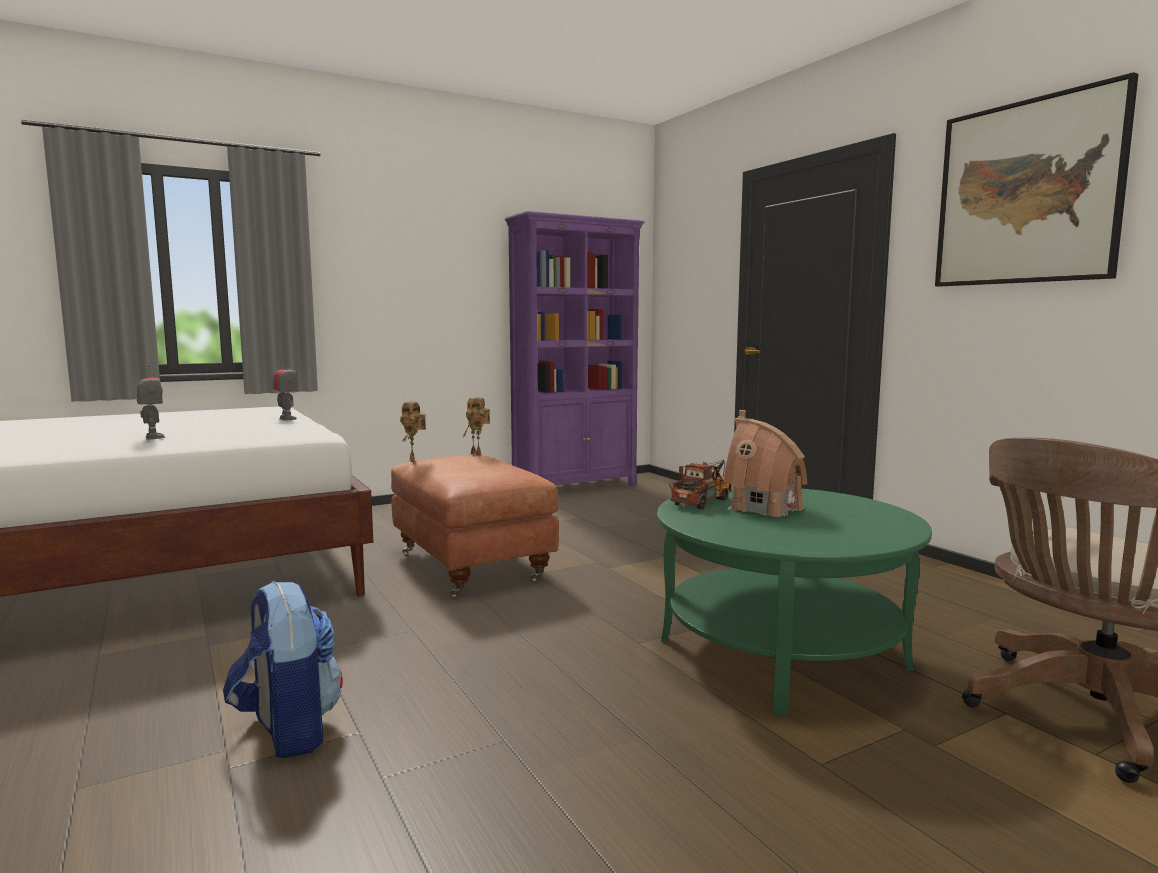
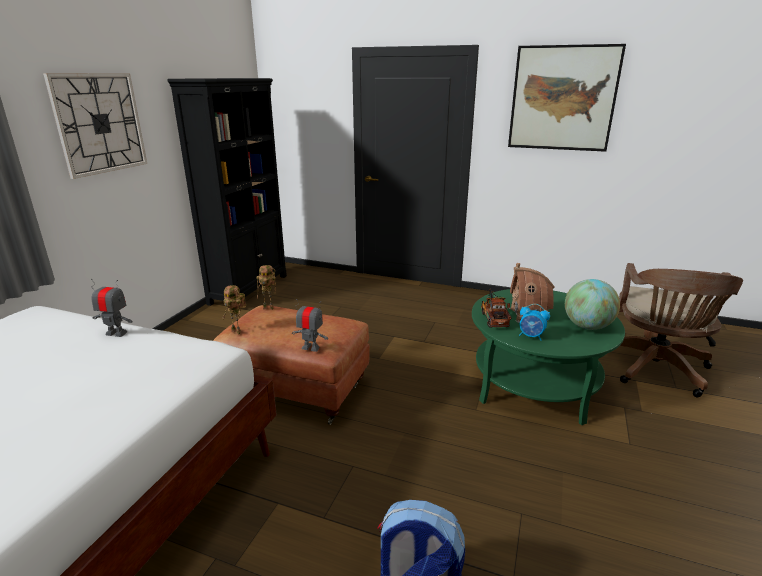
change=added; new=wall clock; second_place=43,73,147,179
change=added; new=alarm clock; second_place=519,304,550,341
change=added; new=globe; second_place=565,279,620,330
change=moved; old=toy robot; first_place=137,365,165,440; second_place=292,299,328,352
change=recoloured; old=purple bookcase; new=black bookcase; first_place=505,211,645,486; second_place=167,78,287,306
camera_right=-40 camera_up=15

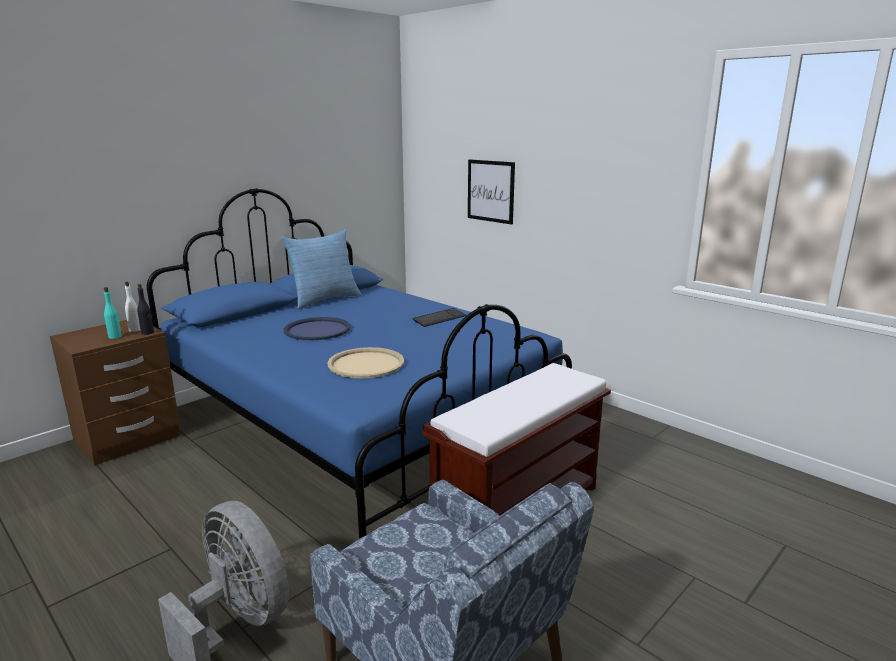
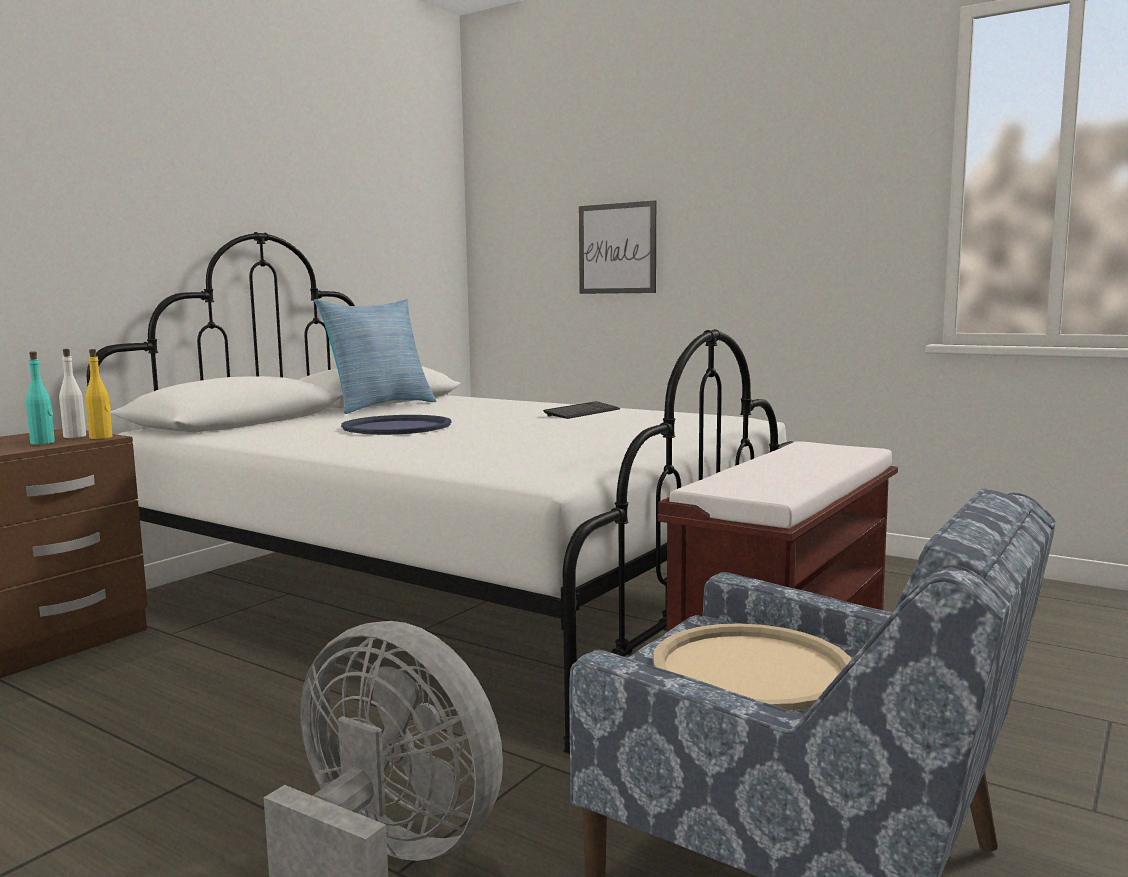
change=moved; old=beige tray; first_place=327,347,404,378; second_place=653,623,852,710
change=recoloured; old=black bottle; new=yellow bottle; first_place=137,284,154,335; second_place=85,349,112,439
change=recoloured; old=blue bed; new=white bed; first_place=147,188,572,539; second_place=87,232,793,755
camera_right=-10 camera_up=-10

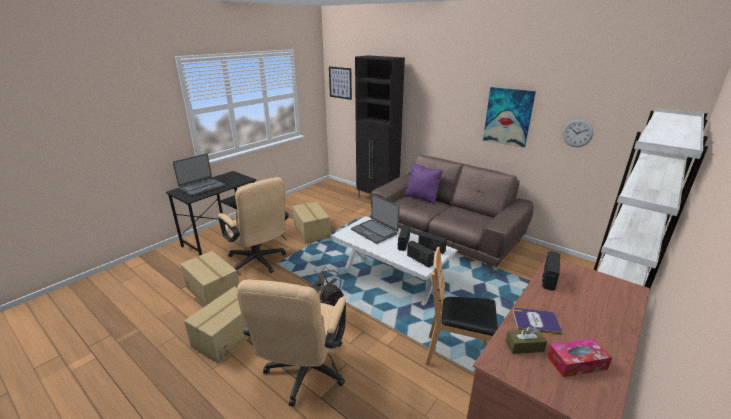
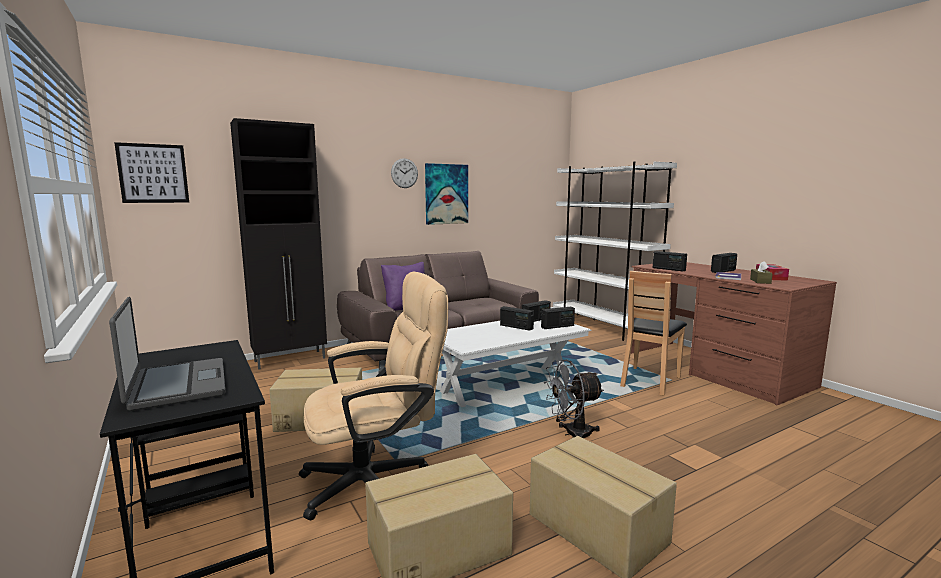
change=removed; old=beige office chair; first_place=237,279,346,407
change=removed; old=laptop; first_place=351,194,400,244
change=added; new=radio; second_place=711,253,737,273
change=moved; old=wall clock; first_place=562,119,594,147; second_place=391,158,418,188
camera_right=-70 camera_up=-15

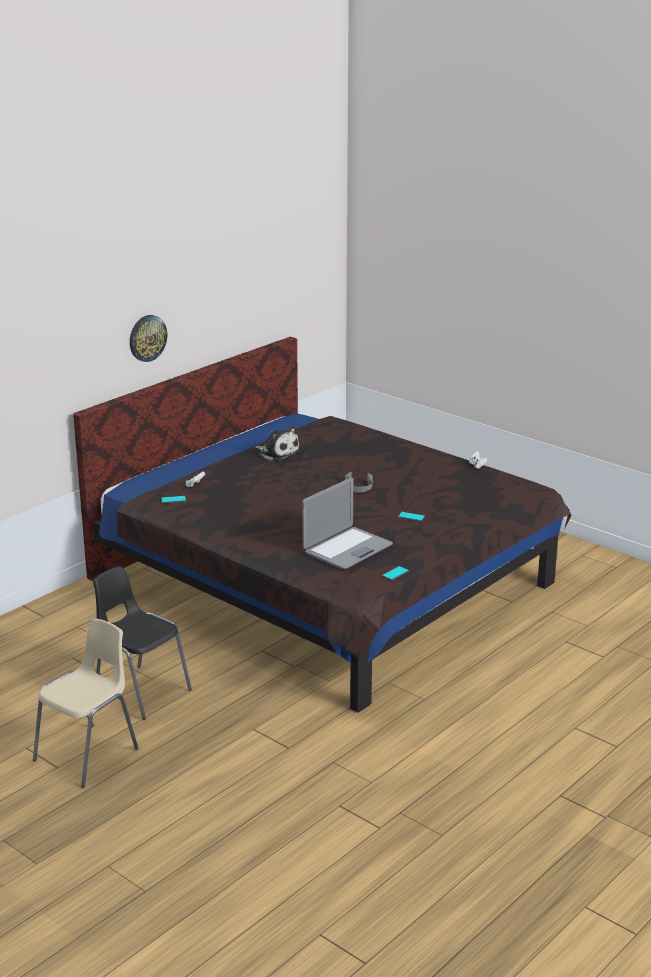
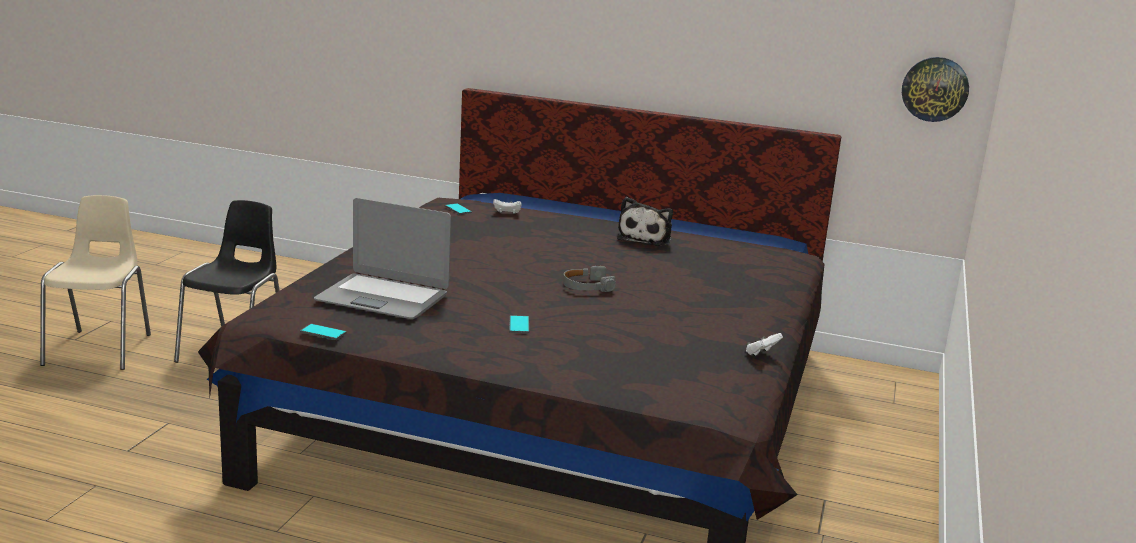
change=moved; old=wall clock; first_place=130,315,167,362; second_place=902,57,969,122
change=turned; old=beige chair; first_place=33,619,139,788; second_place=40,195,151,370; degrees=-105
camera_right=65 camera_up=-5

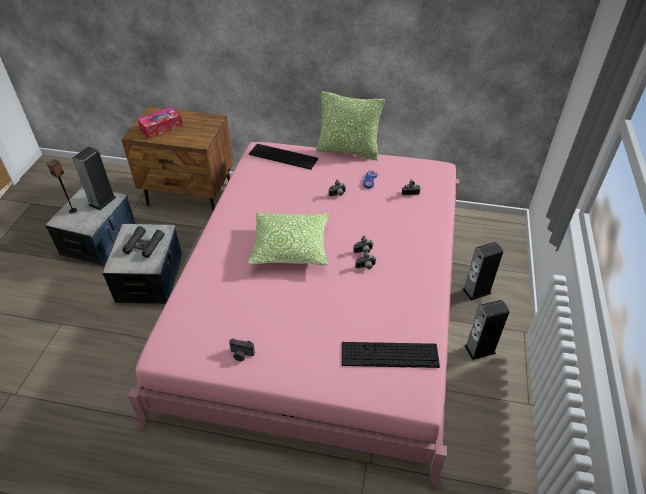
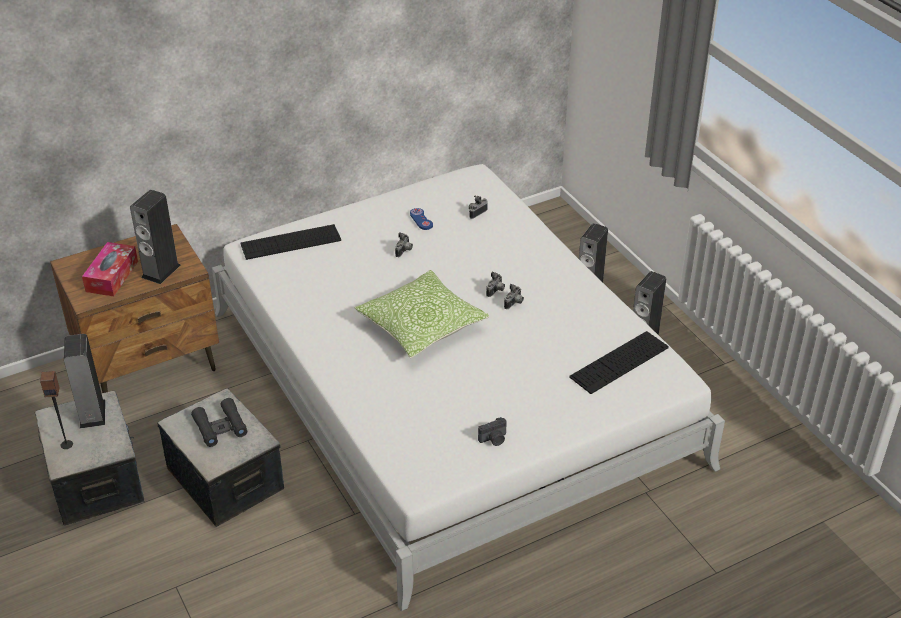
change=removed; old=pillow; first_place=316,91,385,160
change=added; new=speaker; second_place=130,189,180,284
change=recoloured; old=pink bed; new=white bed; first_place=127,142,459,486; second_place=212,164,725,611
camera_right=-40 camera_up=-5

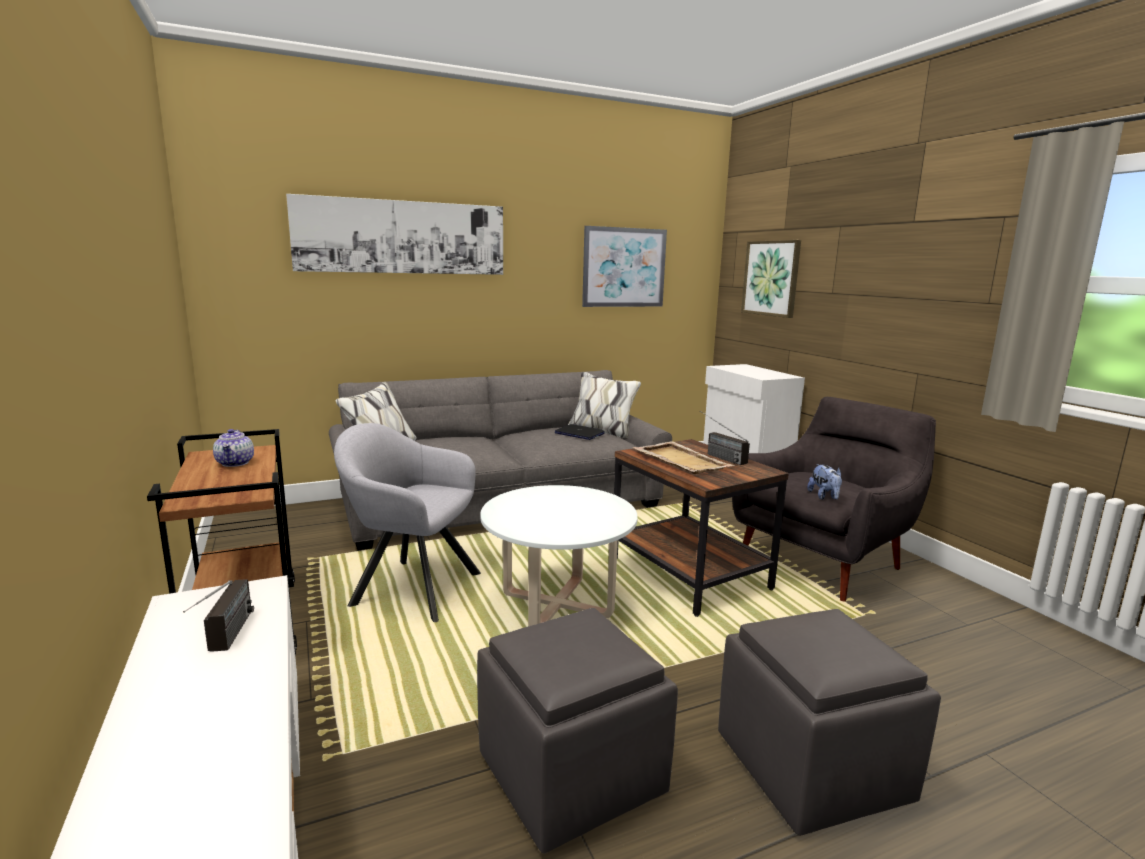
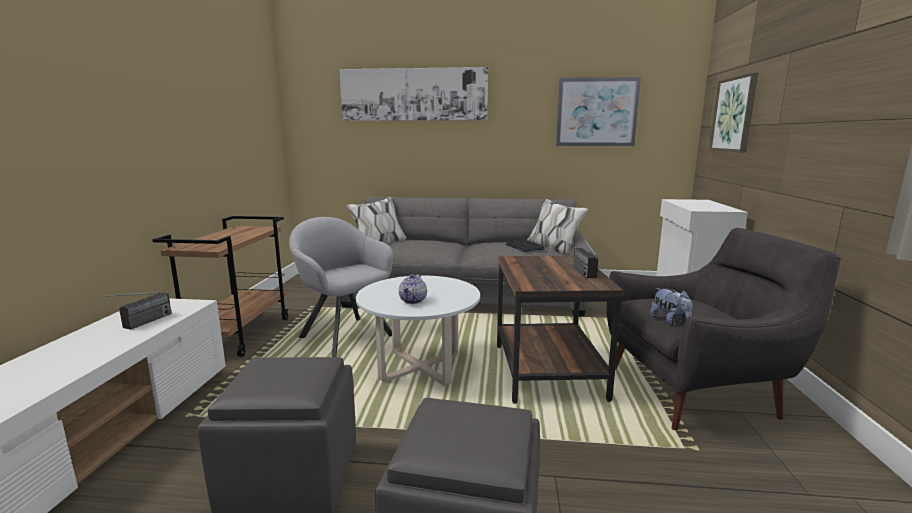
change=removed; old=beige tray; first_place=632,441,735,474
change=moved; old=teapot; first_place=213,429,254,467; second_place=399,274,427,304
change=turned; old=plush toy; first_place=807,464,842,500; second_place=650,288,692,325; degrees=-45
camera_right=30 camera_up=0

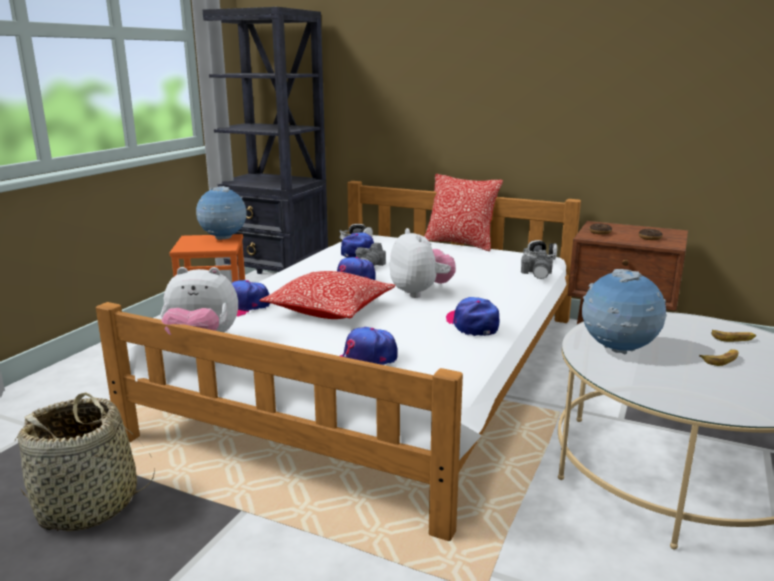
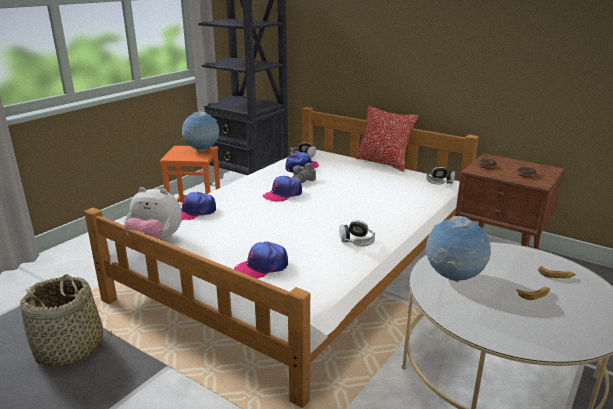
change=removed; old=pillow; first_place=260,271,396,319
change=removed; old=plush toy; first_place=390,228,456,298
change=removed; old=photo camera; first_place=521,250,554,279
change=replaced; old=cap; new=headphones; first_place=446,297,499,336; second_place=340,220,375,247
camera_right=10 camera_up=5

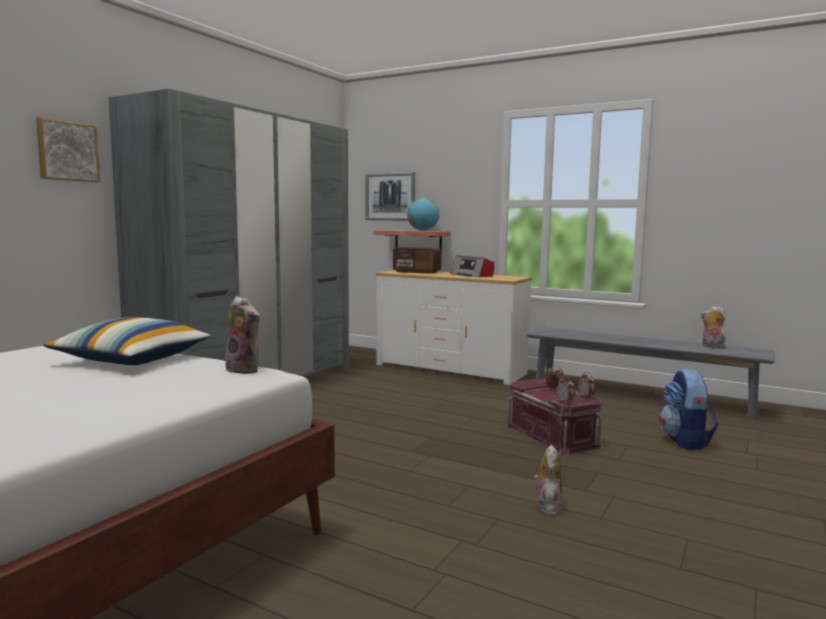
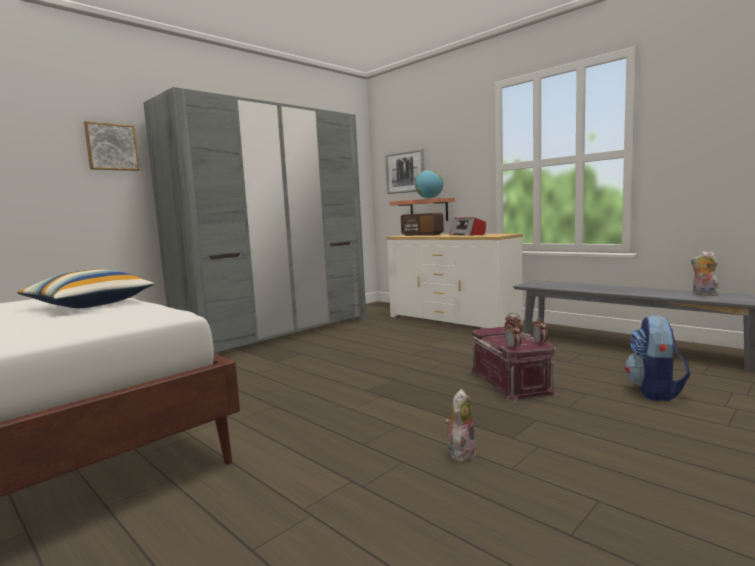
change=removed; old=plush toy; first_place=225,296,260,374
camera_right=15 camera_up=0

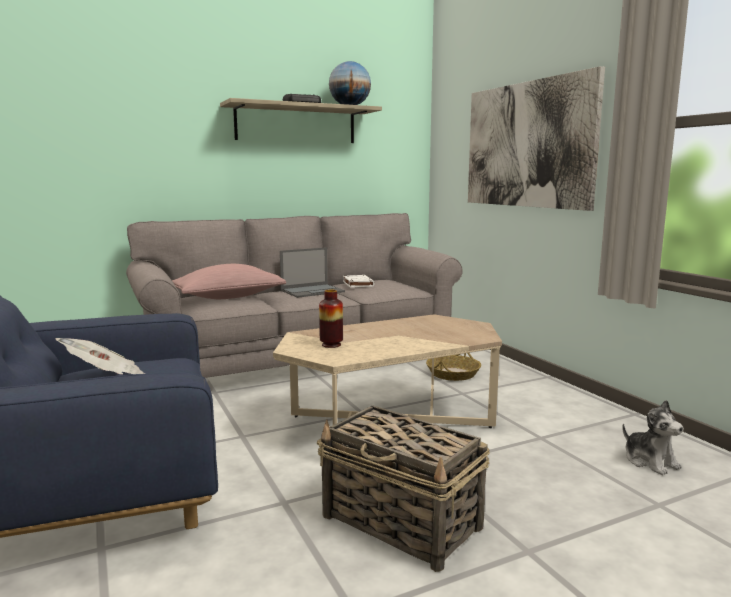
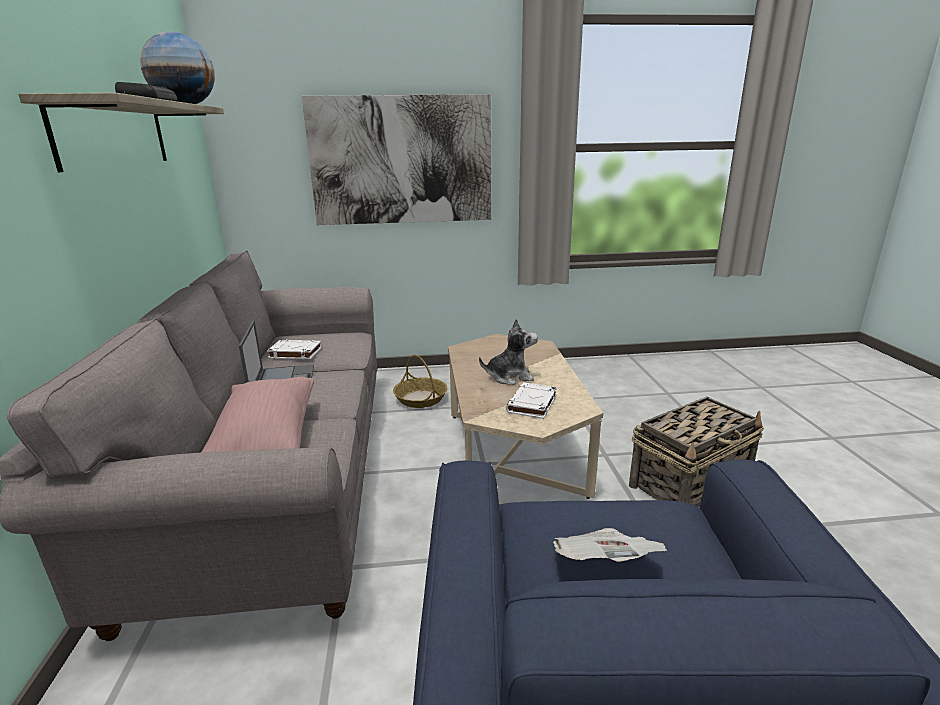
change=moved; old=plush toy; first_place=622,400,684,475; second_place=479,319,538,385
change=replaced; old=vase; new=white book; first_place=319,290,343,348; second_place=506,382,557,419
camera_right=-70 camera_up=10

